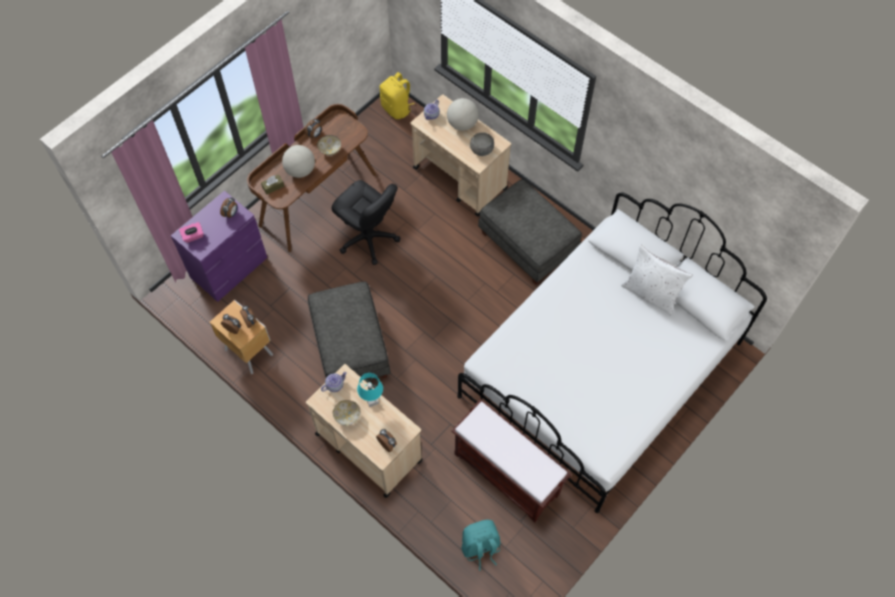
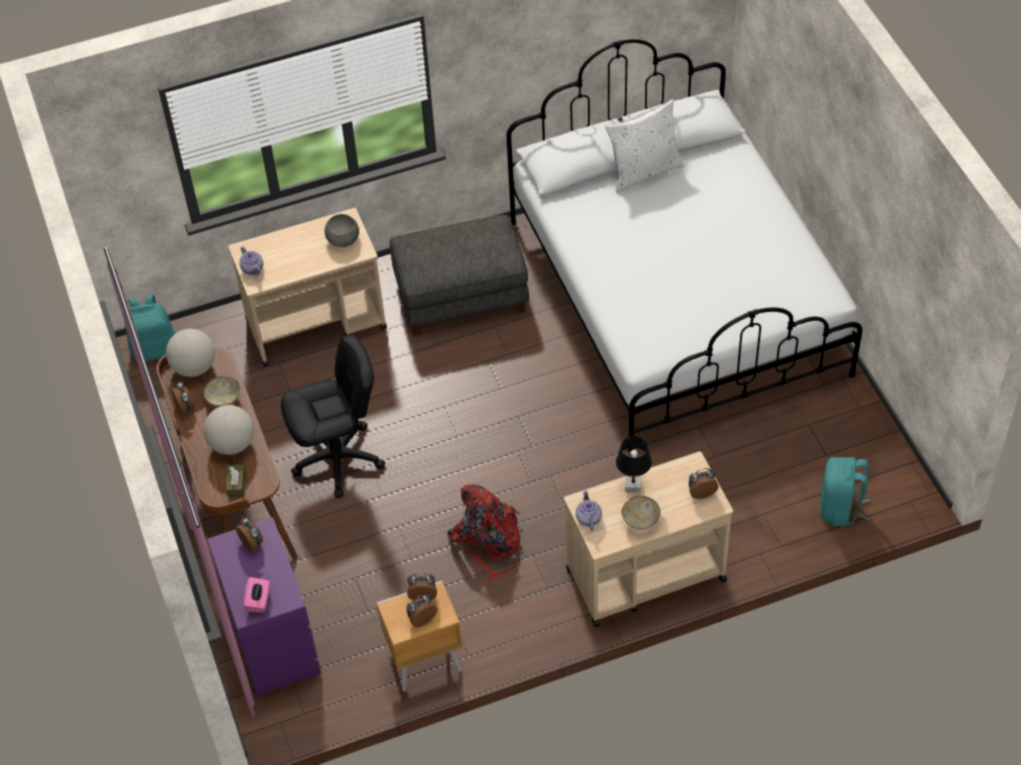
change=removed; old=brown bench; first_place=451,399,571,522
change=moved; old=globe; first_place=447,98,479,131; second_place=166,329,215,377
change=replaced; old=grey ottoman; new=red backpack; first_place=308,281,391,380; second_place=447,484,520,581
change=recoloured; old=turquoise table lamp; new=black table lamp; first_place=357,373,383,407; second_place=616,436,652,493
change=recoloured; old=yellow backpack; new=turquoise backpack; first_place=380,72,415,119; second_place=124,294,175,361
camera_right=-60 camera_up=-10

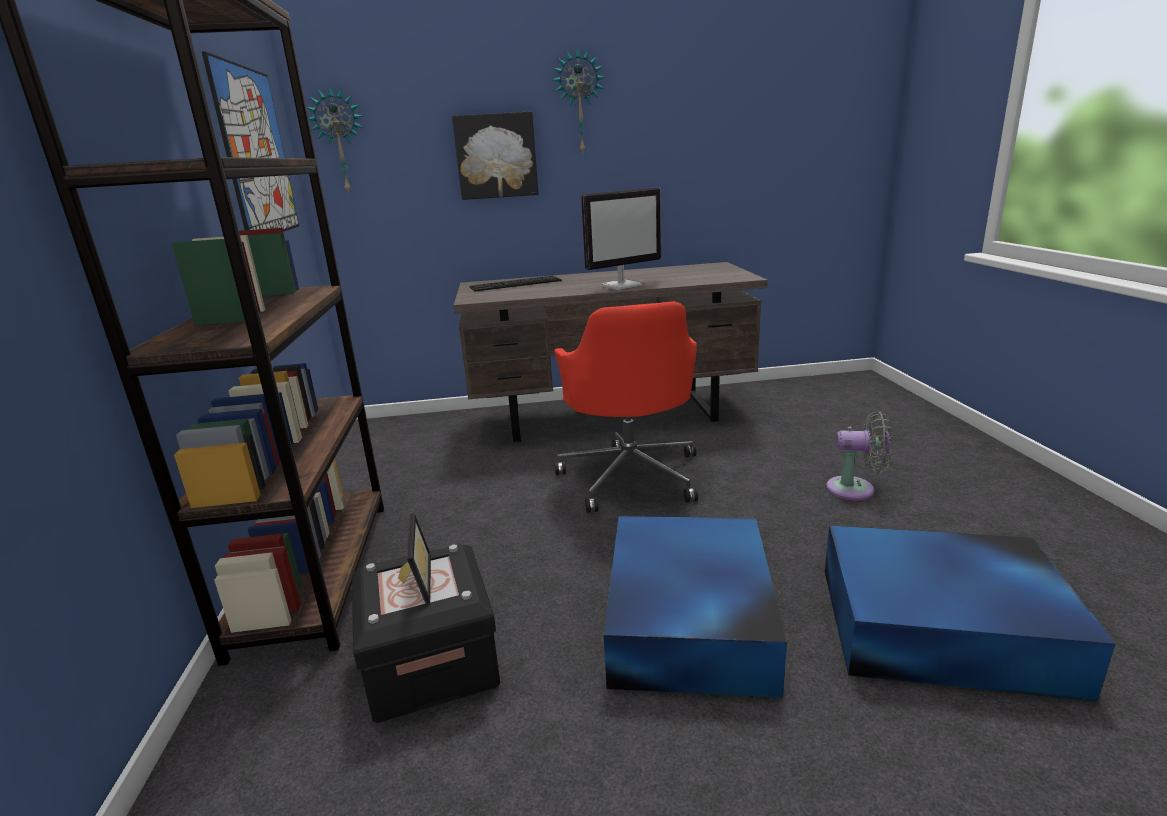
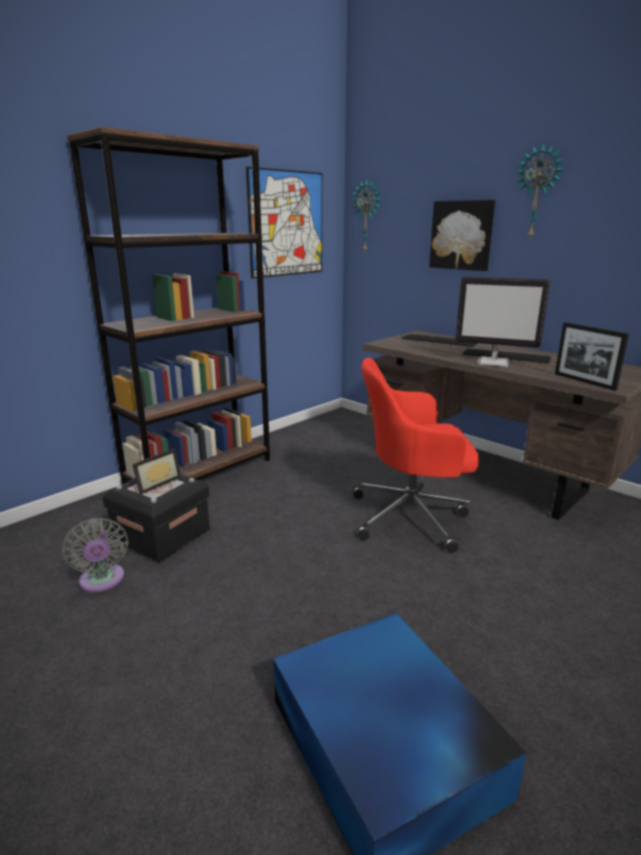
change=removed; old=blue storage box; first_place=604,516,787,698
change=added; new=keyboard; second_place=462,348,551,363
change=added; new=picture frame; second_place=555,322,629,391
change=moved; old=grey fan; first_place=826,411,892,500; second_place=62,518,128,592
change=turned; old=red office chair; first_place=554,301,698,513; second_place=353,358,480,553; degrees=45
camera_right=50 camera_up=0

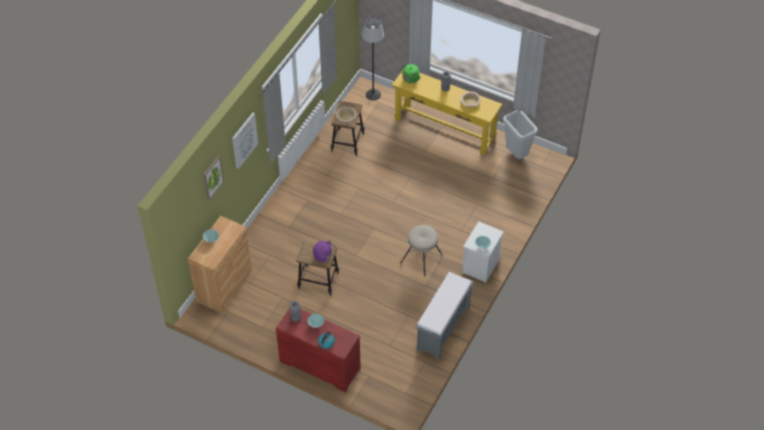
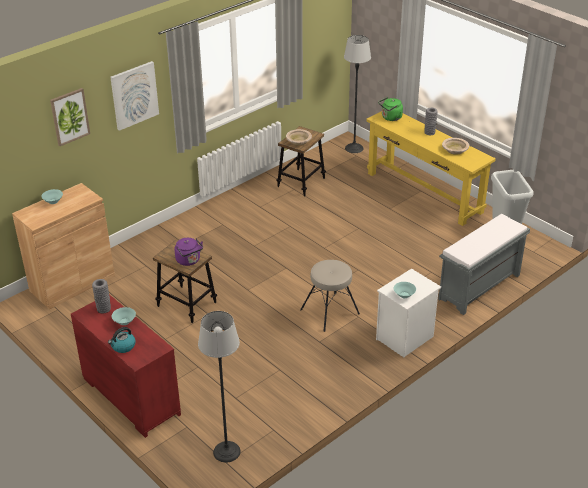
change=added; new=floor lamp; second_place=198,311,241,463
change=moved; old=grey bench; first_place=415,272,474,360; second_place=438,214,530,315
camera_right=20 camera_up=-15

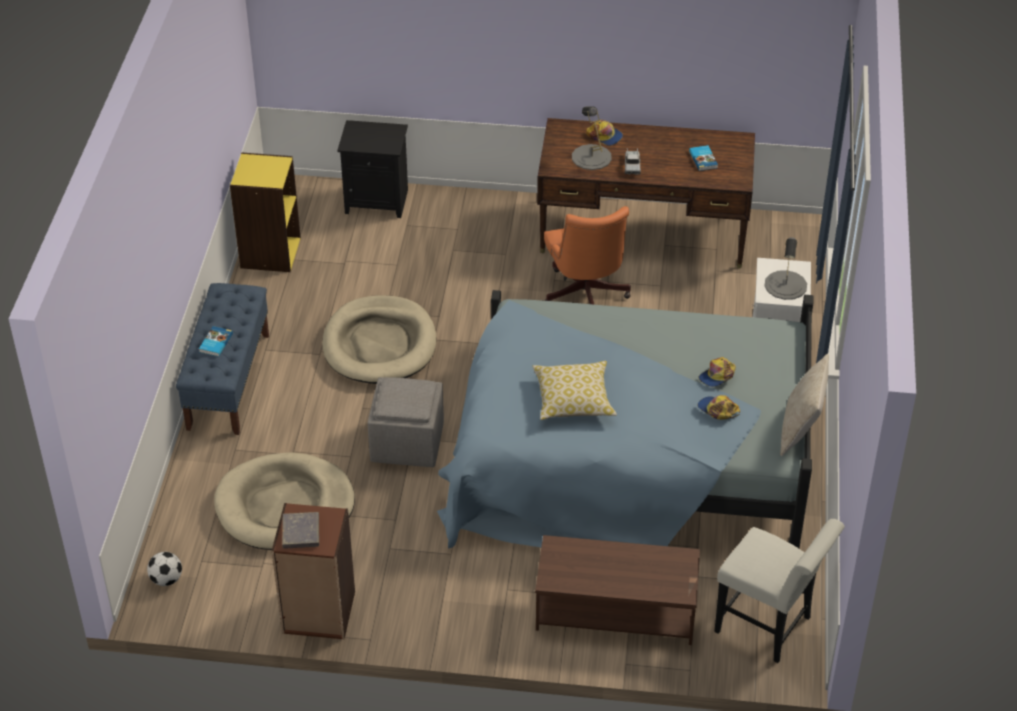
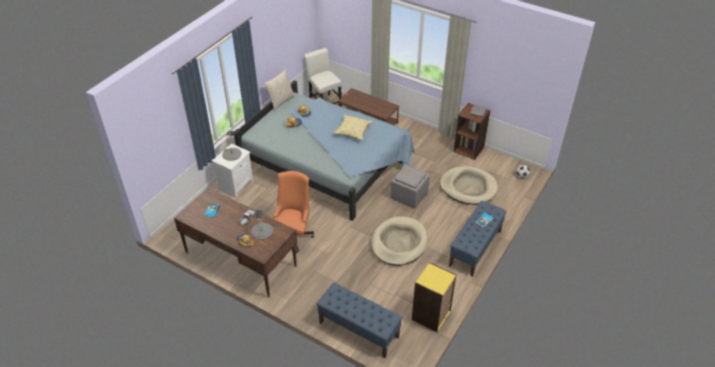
change=replaced; old=black nightstand; new=blue bench; first_place=337,120,408,218; second_place=317,283,402,358
camera_right=-155 camera_up=0

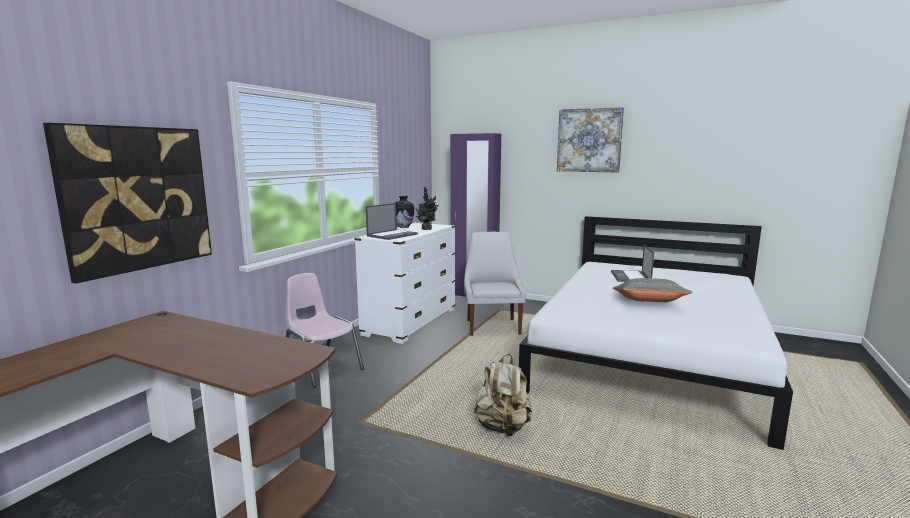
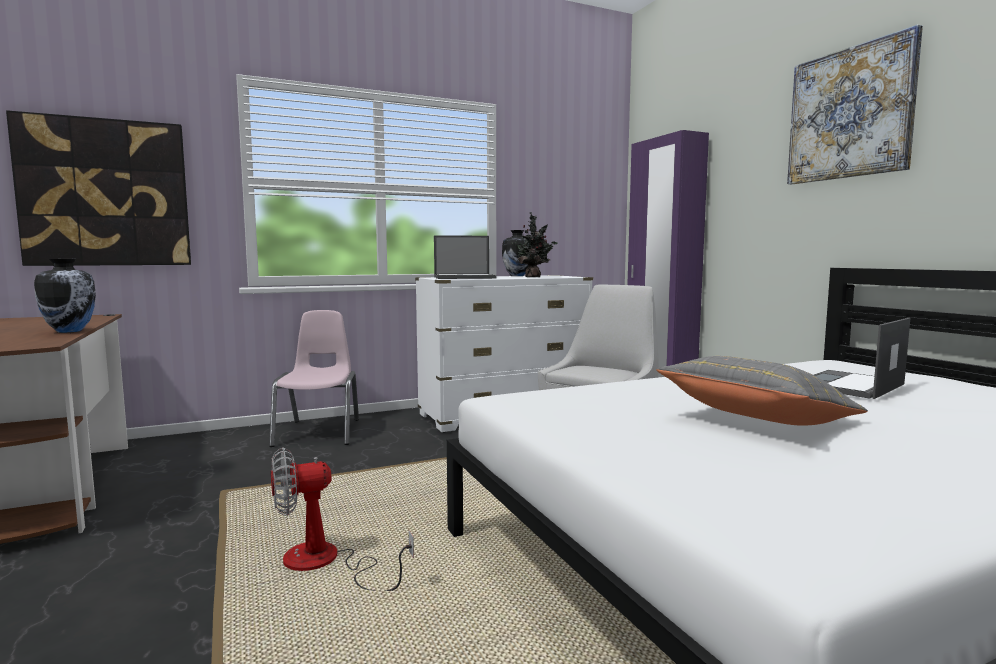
change=added; new=vase; second_place=34,259,96,333
change=replaced; old=beige backpack; new=fan; first_place=474,354,532,436; second_place=271,448,414,591
camera_right=40 camera_up=-5

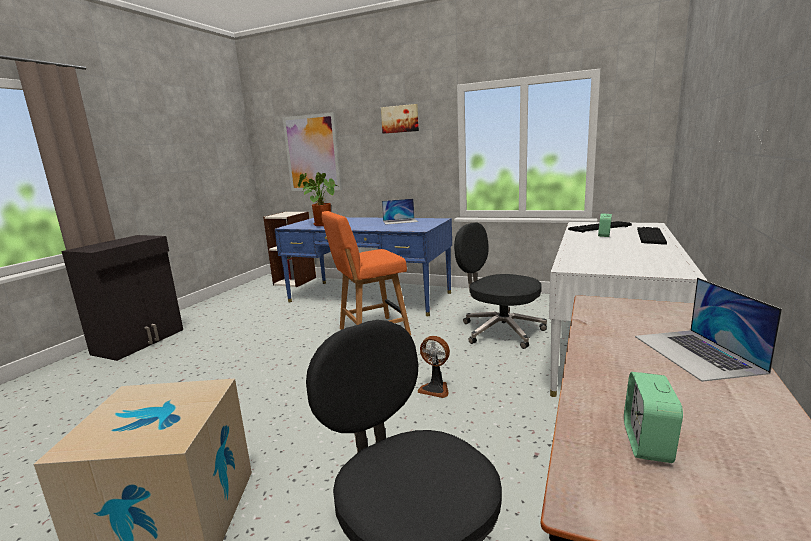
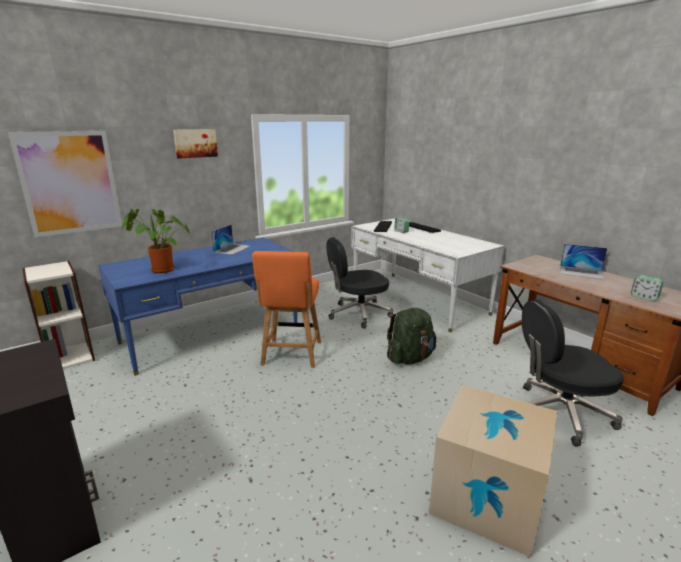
change=replaced; old=fan; new=green backpack; first_place=417,336,450,398; second_place=387,308,436,365
camera_right=-60 camera_up=5

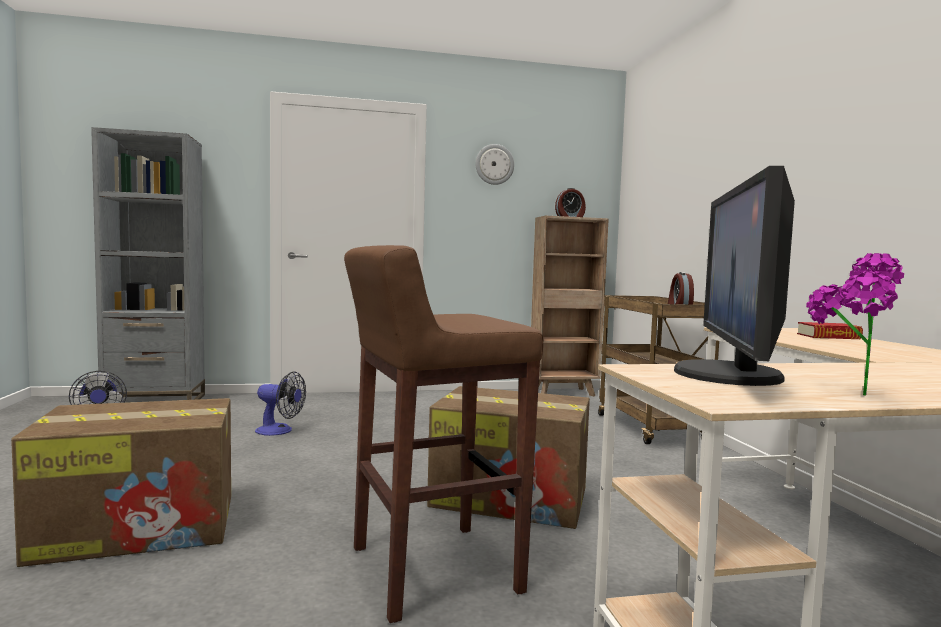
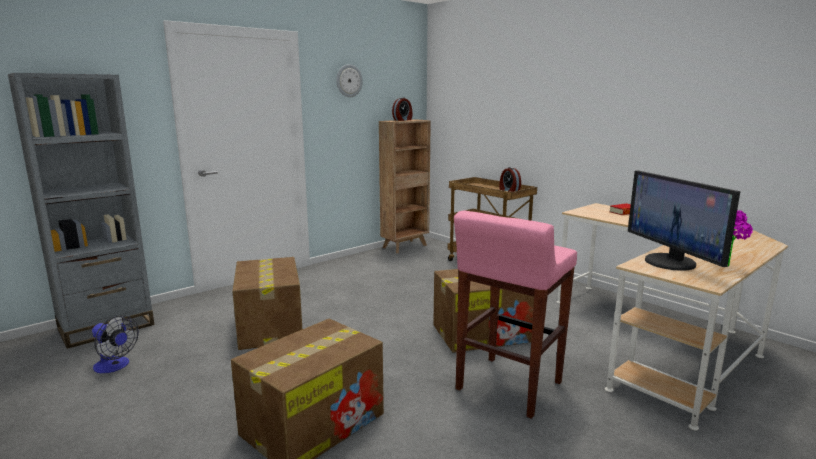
change=replaced; old=fan; new=cardboard box; first_place=255,371,306,436; second_place=232,257,302,350
change=recoloured; old=brown stool; new=pink stool; first_place=344,245,543,623; second_place=454,211,577,419
camera_right=-30 camera_up=10

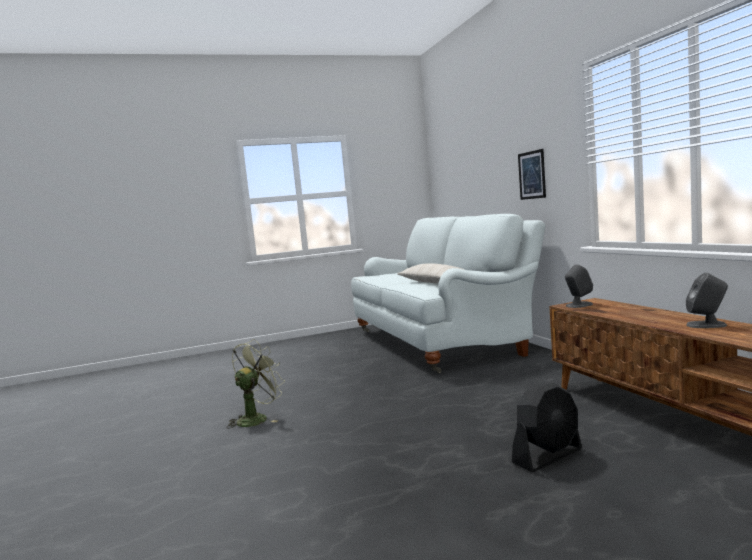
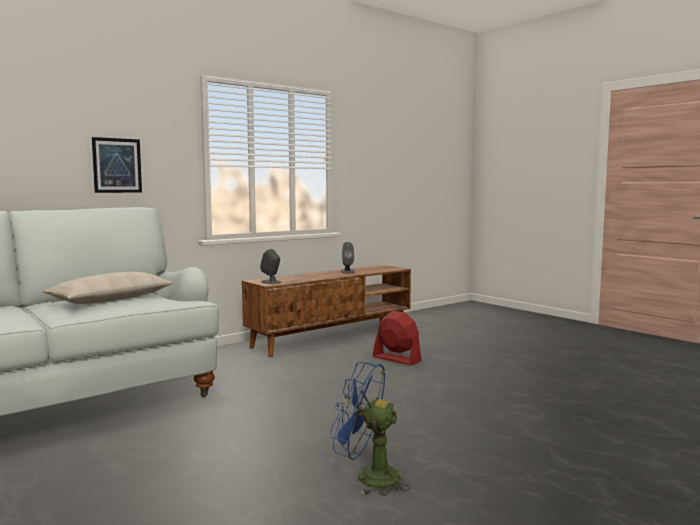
change=recoloured; old=green fan; new=blue fan; first_place=226,339,285,429; second_place=331,362,410,496
change=recoloured; old=black fan; new=red fan; first_place=512,383,582,472; second_place=373,311,422,365
camera_right=-110 camera_up=0

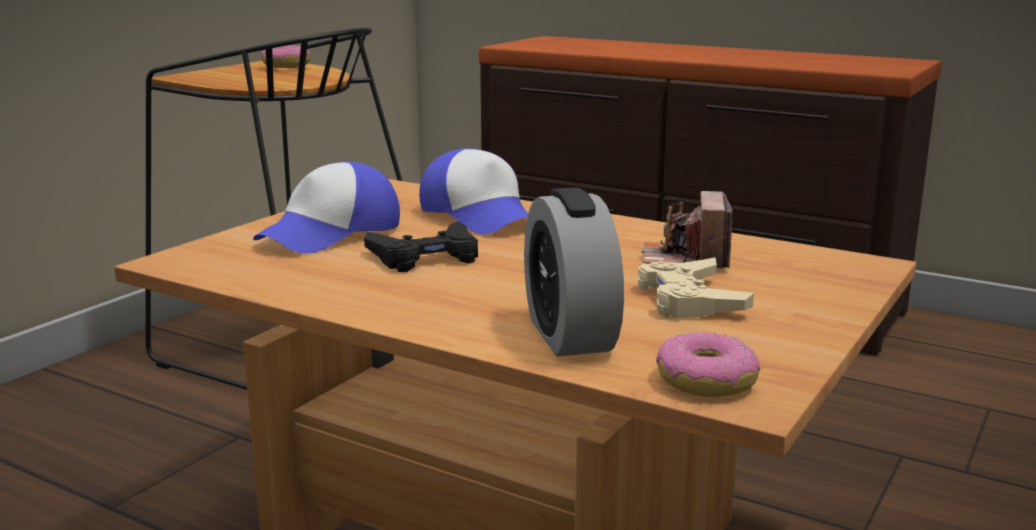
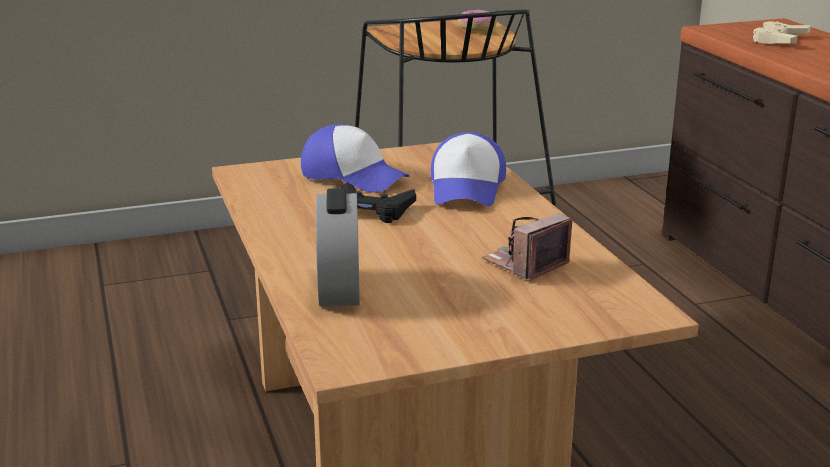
change=removed; old=donut; first_place=656,331,760,397
change=moved; old=beige game controller; first_place=638,257,754,318; second_place=753,21,811,44
change=turned; old=cap; first_place=253,162,400,254; second_place=301,124,409,193; degrees=-135
change=turned; old=alarm clock; first_place=524,187,624,357; second_place=316,188,360,307; degrees=150
camera_right=40 camera_up=5

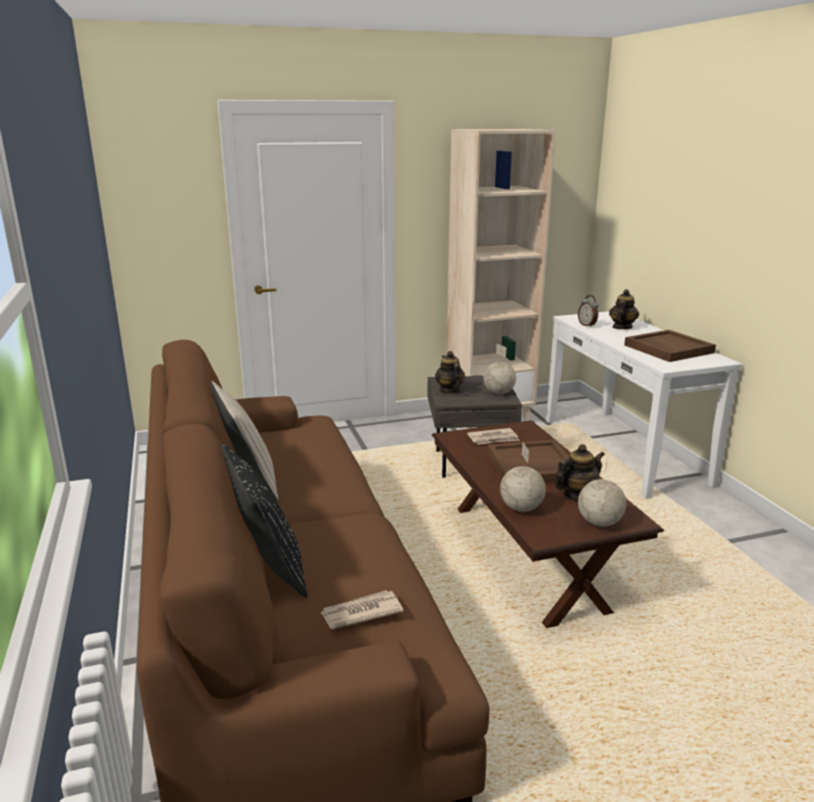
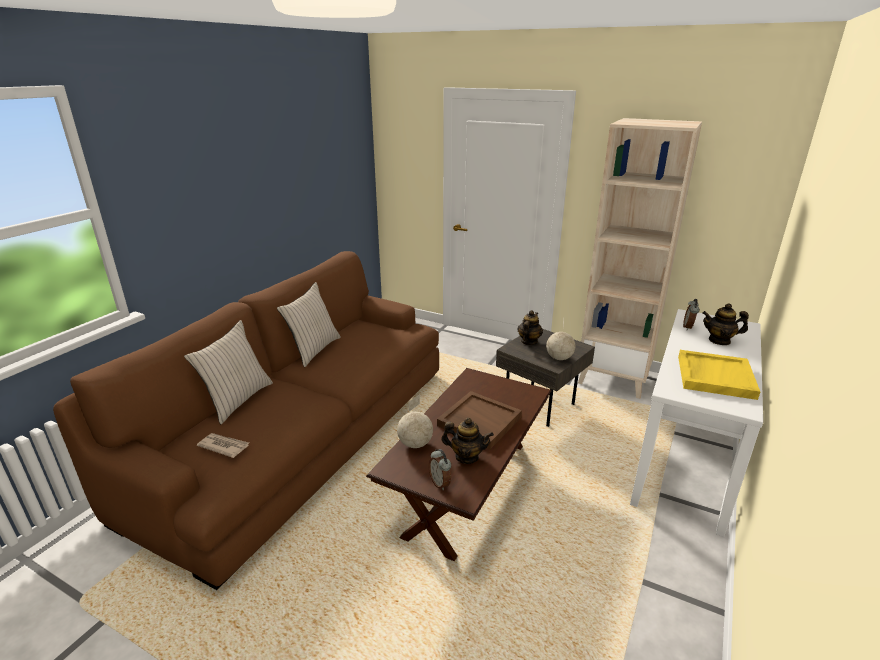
change=removed; old=newspaper; first_place=467,428,520,445
change=replaced; old=globe; new=alarm clock; first_place=578,461,626,527; second_place=429,449,451,490
change=recoloured; old=black pillow; new=beige pillow; first_place=222,444,307,598; second_place=184,320,273,424
change=recoloured; old=brown tray; new=yellow tray; first_place=624,330,716,362; second_place=678,350,760,400
change=turned; old=teapot; first_place=609,289,639,329; second_place=702,303,749,345; degrees=-150
camera_right=45 camera_up=5

